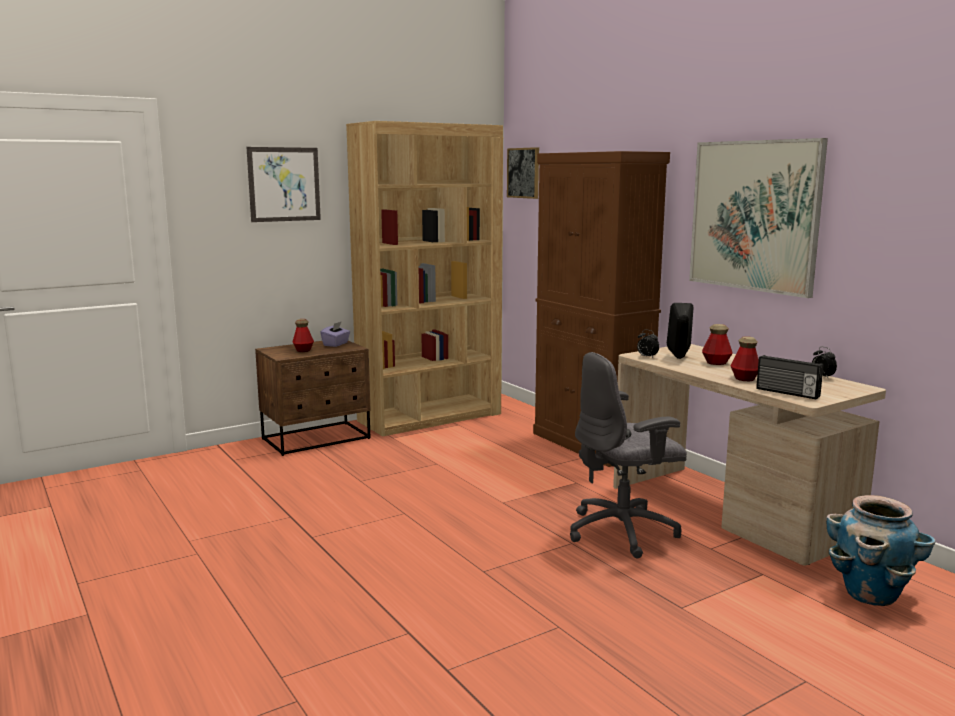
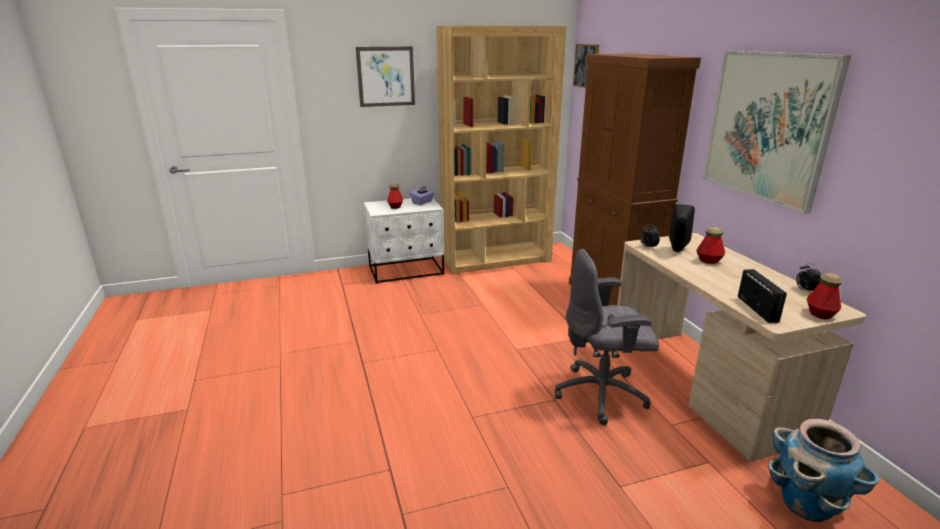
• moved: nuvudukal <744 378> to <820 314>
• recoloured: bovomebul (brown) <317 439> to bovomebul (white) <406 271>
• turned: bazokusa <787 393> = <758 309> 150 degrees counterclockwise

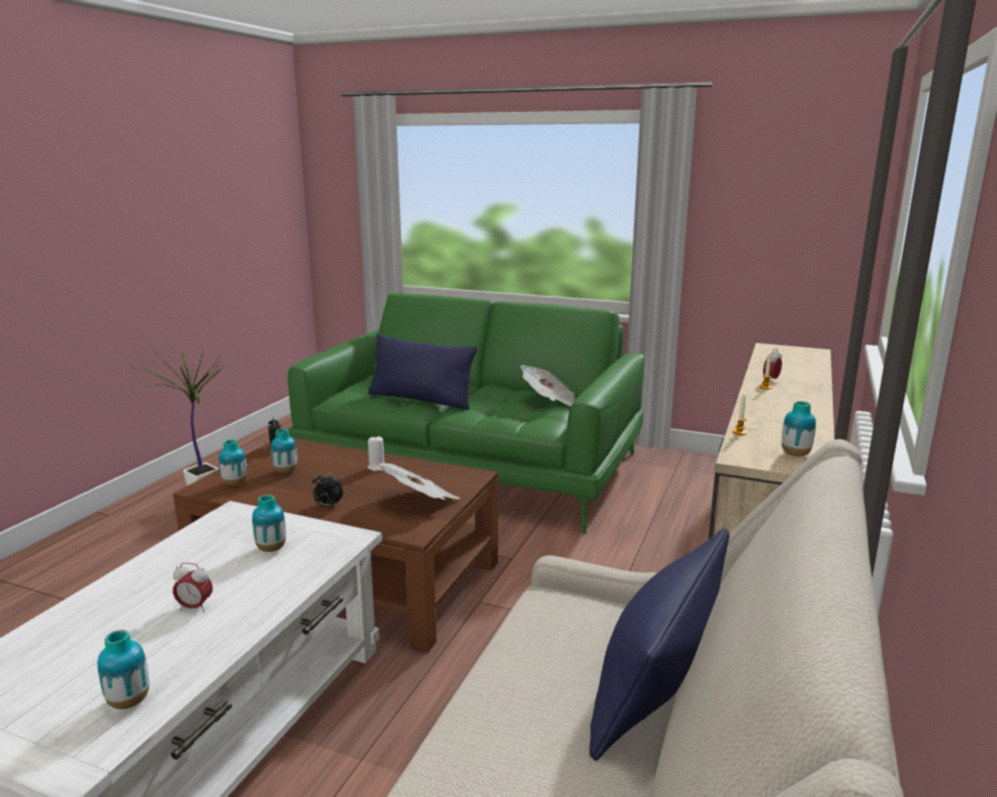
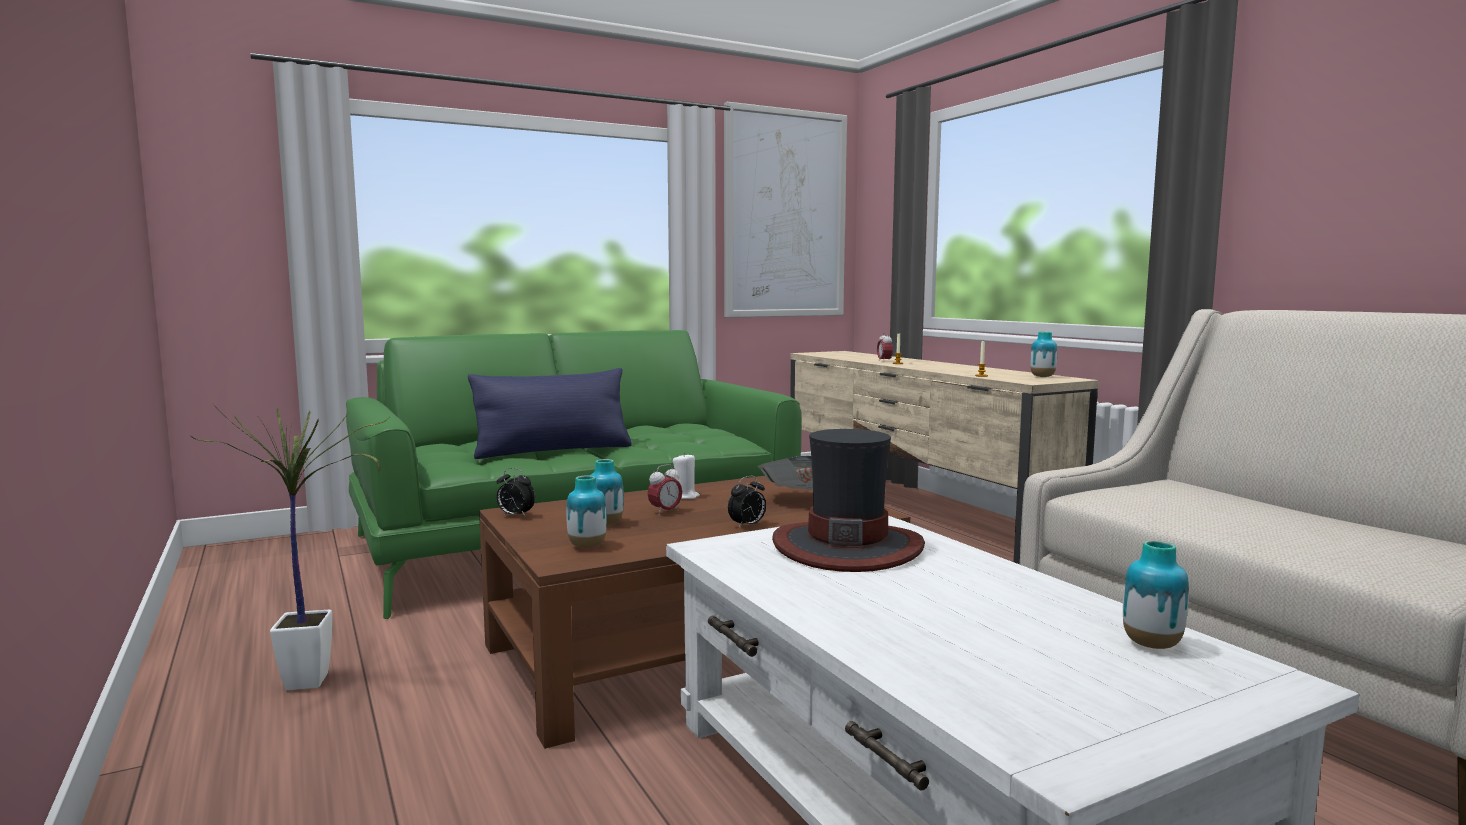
• removed: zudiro <549 401>
• removed: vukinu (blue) <657 684>
• added: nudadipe <785 214>
• moved: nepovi <195 607> to <665 512>
• replaced: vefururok <271 548> to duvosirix <847 547>

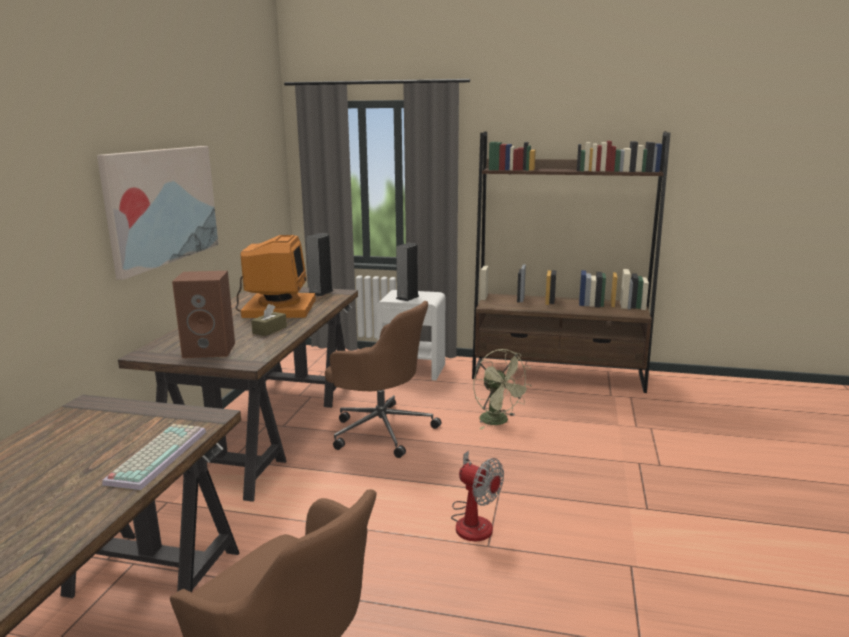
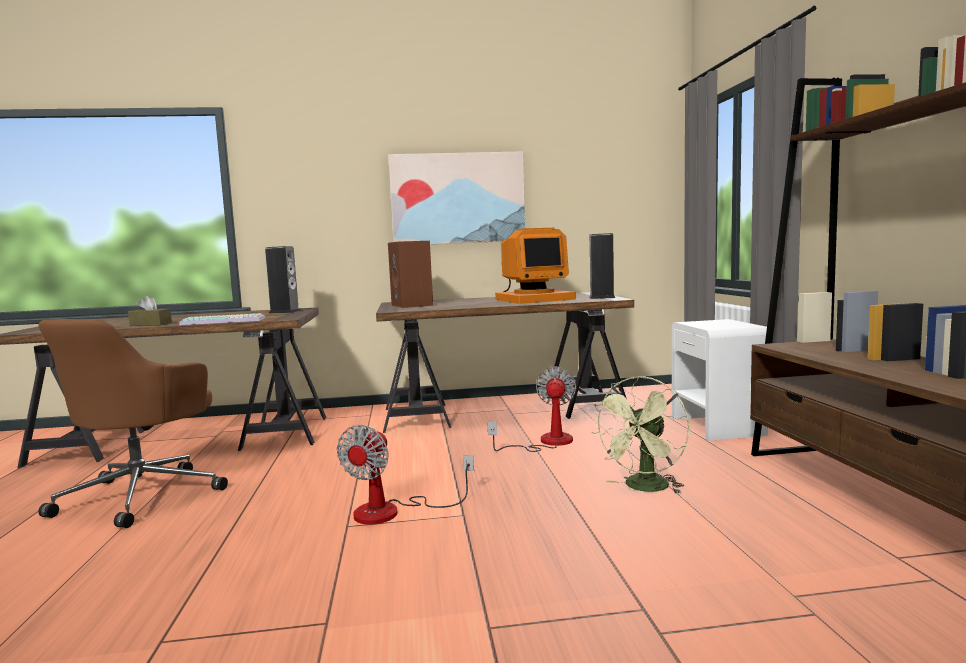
• moved: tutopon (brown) <269 330> to <151 324>
• moved: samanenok <407 297> to <284 312>
• replaced: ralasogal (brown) <381 430> to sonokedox <546 442>

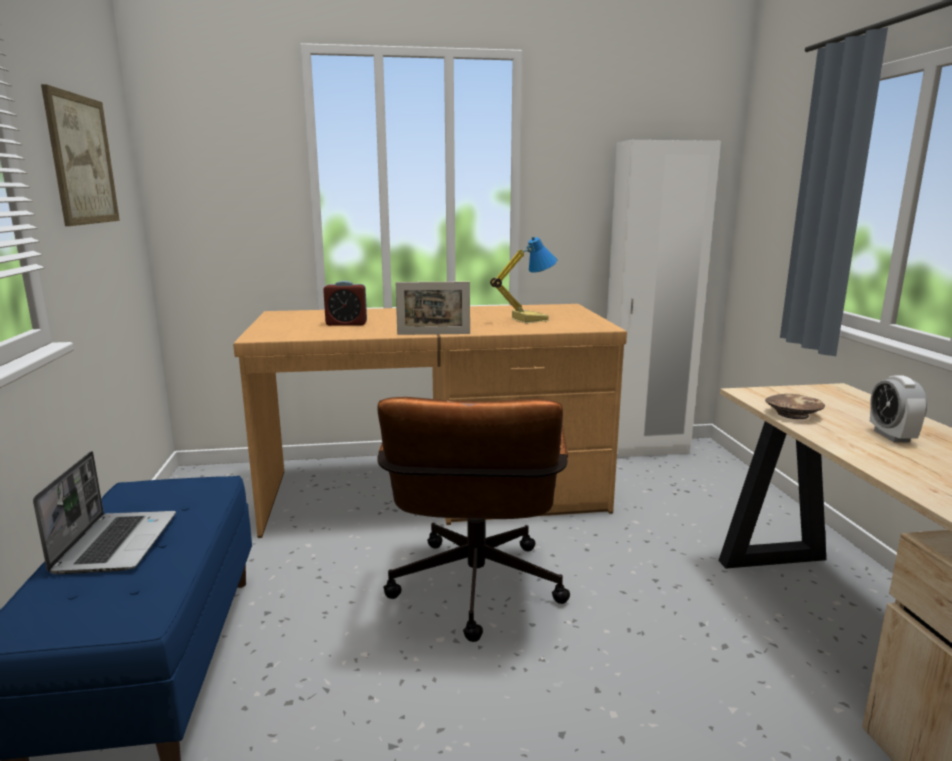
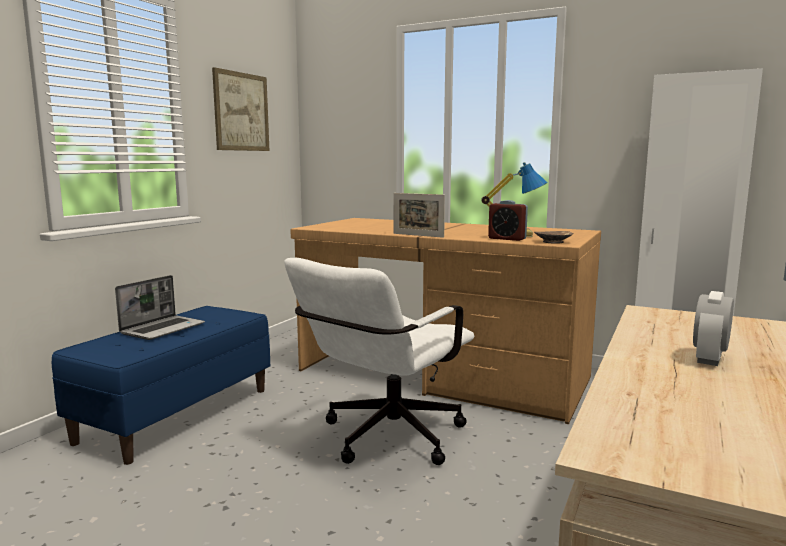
• moved: nepovi <346 324> to <507 238>
• moved: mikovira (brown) <793 414> to <553 242>
• recoloured: ralasogal (brown) <475 594> to ralasogal (white) <384 439>

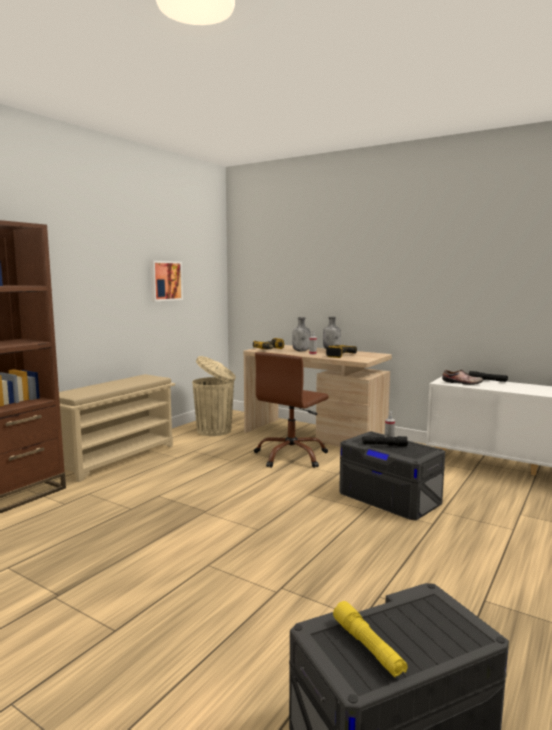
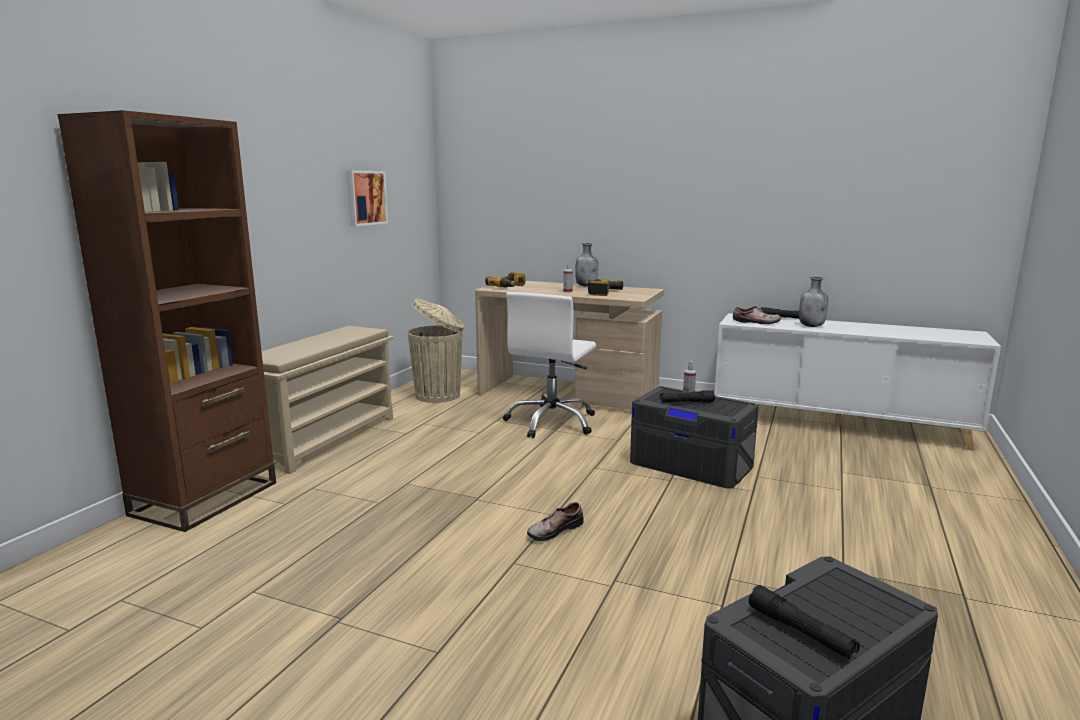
• added: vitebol <553 530>
• moved: nuvudukal (grey) <301 351> to <812 326>
• recoloured: ralasogal (brown) <291 456> to ralasogal (white) <552 422>
• recoloured: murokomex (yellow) <368 647> to murokomex (black) <800 632>

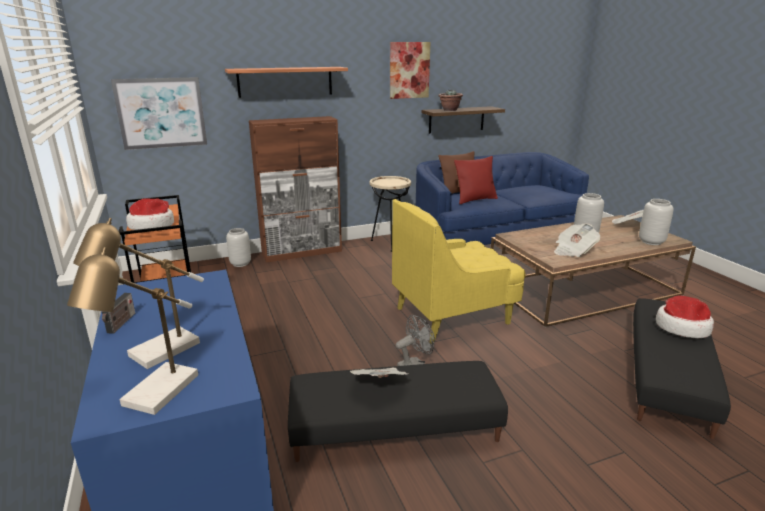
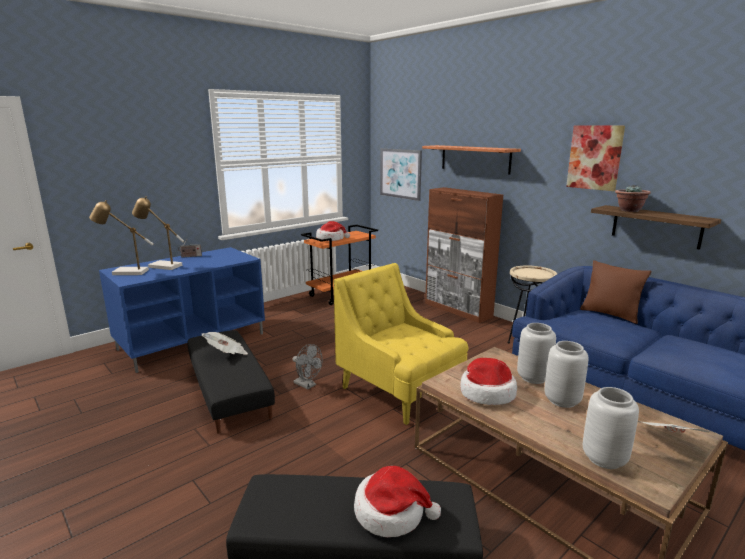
• removed: vukinu (red) <475 200>
• moved: vefururok (grey) <240 263> to <533 377>
• replaced: zudiro <573 251> to duvosirix <486 392>

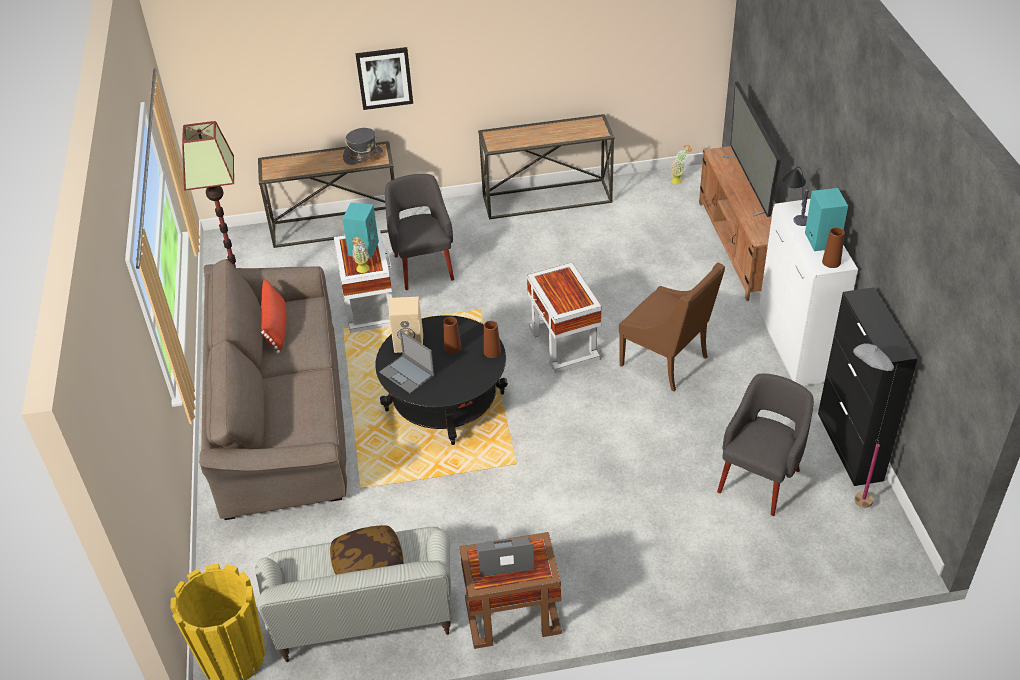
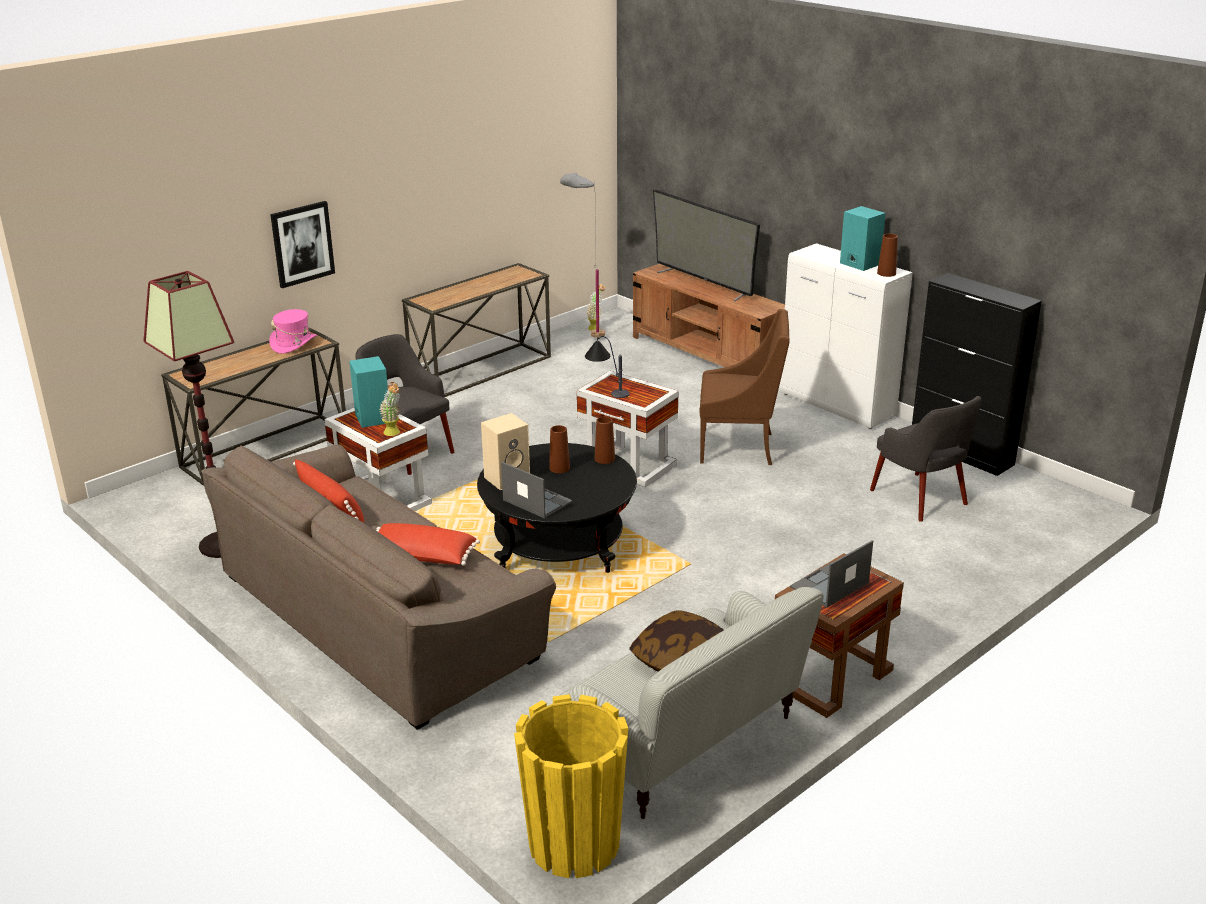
• added: vukinu (red) <420 558>
• moved: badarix <794 210> to <606 388>
• moved: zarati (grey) <847 498> to <584 339>
• recoloured: duvosirix (grey) <363 155> to duvosirix (pink) <294 343>
• turned: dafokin <407 374> = <536 501> 150 degrees counterclockwise
• turned: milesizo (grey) <760 479> = <920 498> 150 degrees clockwise

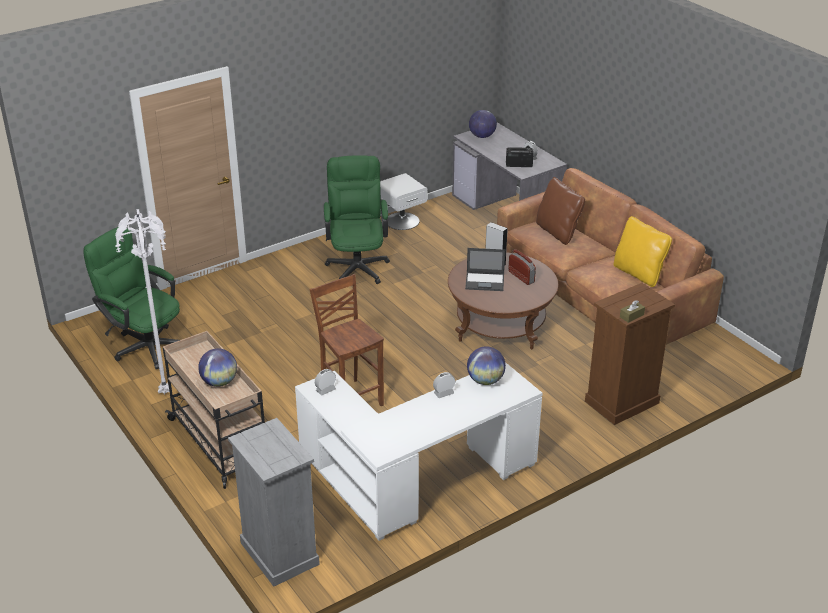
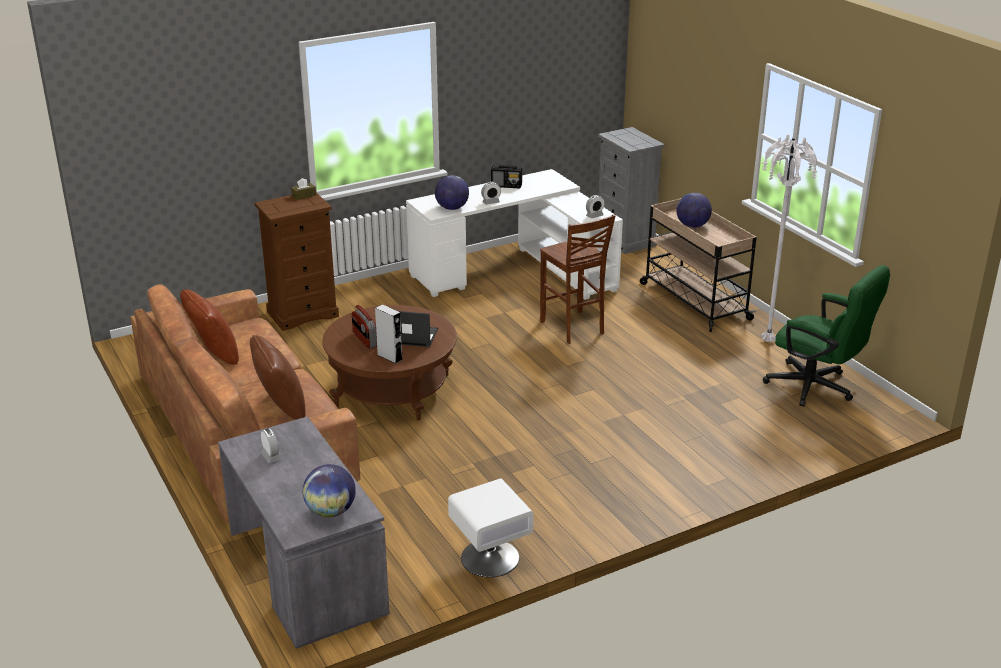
• removed: ralasogal (green) <357 265>
• moved: bazokusa <518 165> to <506 186>
• recoloured: vukinu (yellow) <639 273> to vukinu (brown) <213 355>

